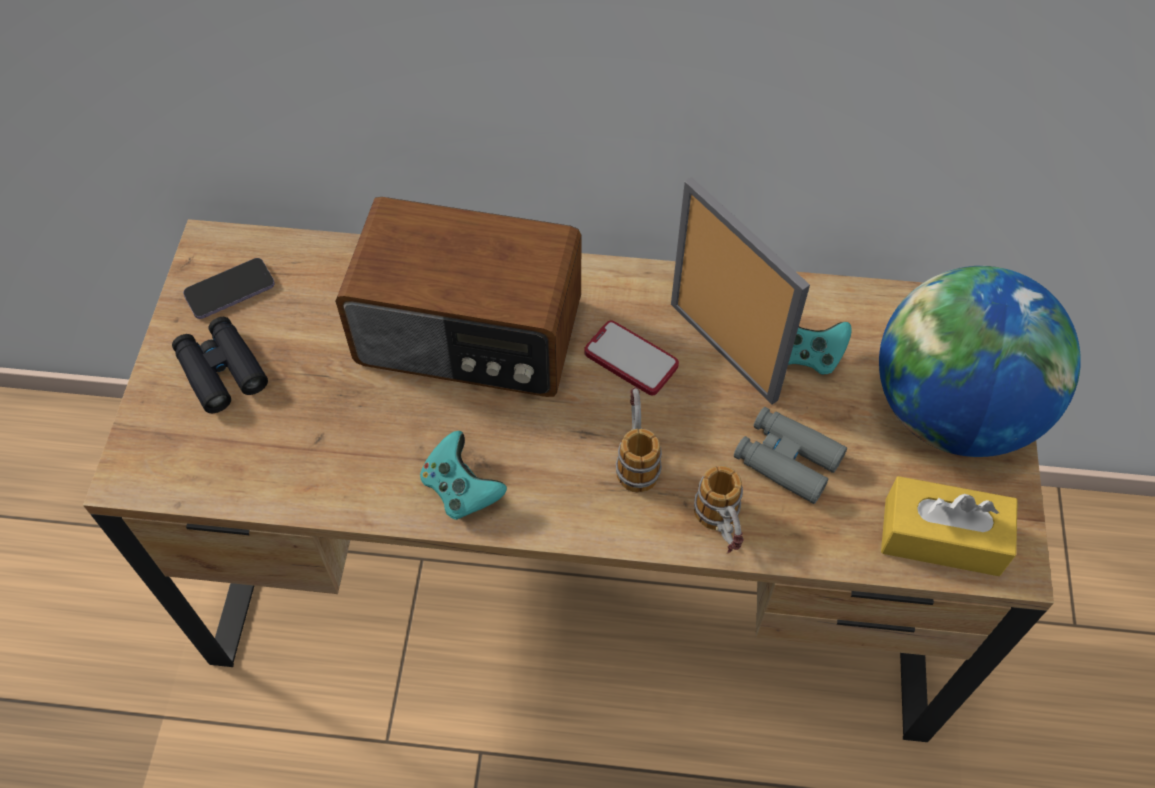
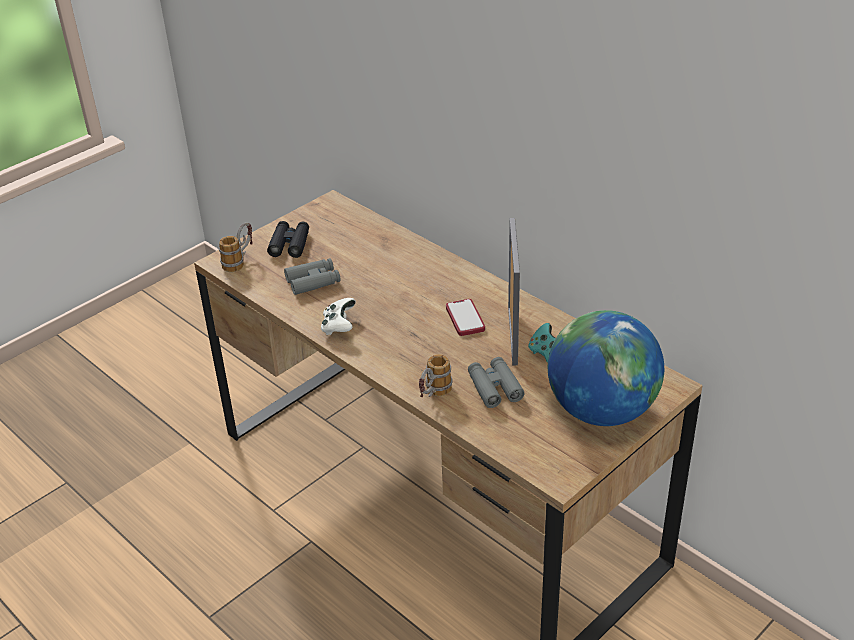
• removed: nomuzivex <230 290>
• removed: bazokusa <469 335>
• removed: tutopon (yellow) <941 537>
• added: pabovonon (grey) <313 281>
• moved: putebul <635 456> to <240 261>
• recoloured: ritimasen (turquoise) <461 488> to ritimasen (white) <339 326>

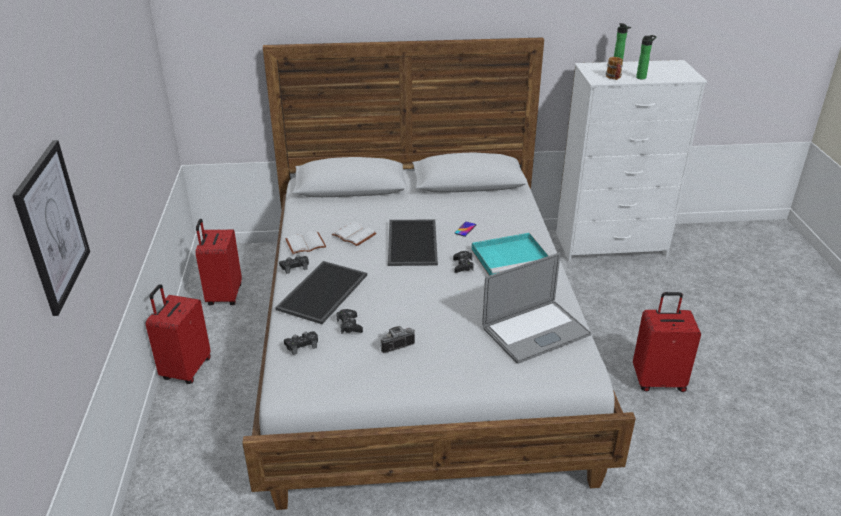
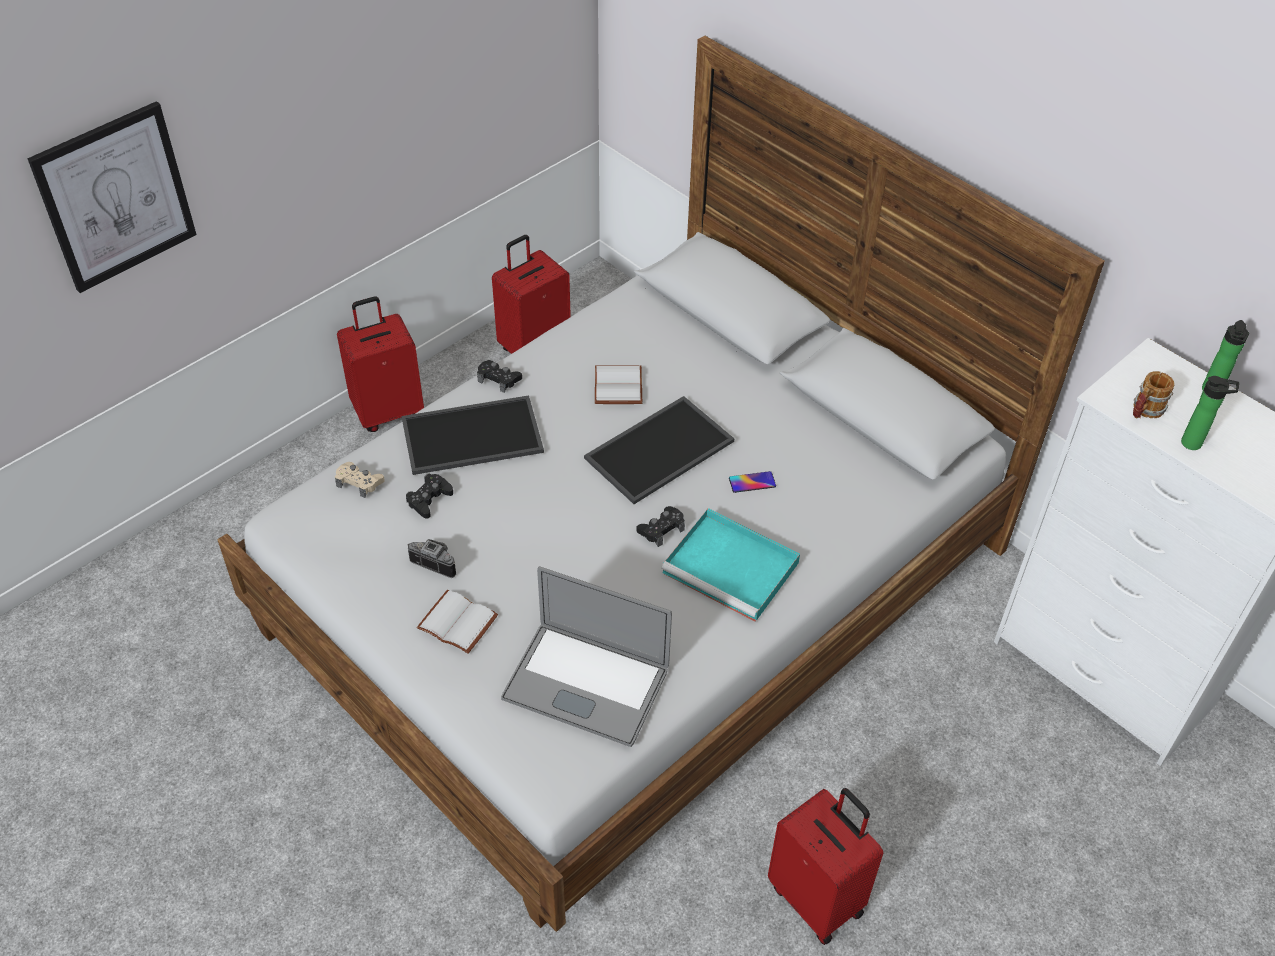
• moved: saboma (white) <306 243> to <459 622>
• recoloured: ritimasen (black) <302 345> to ritimasen (beige) <359 482>

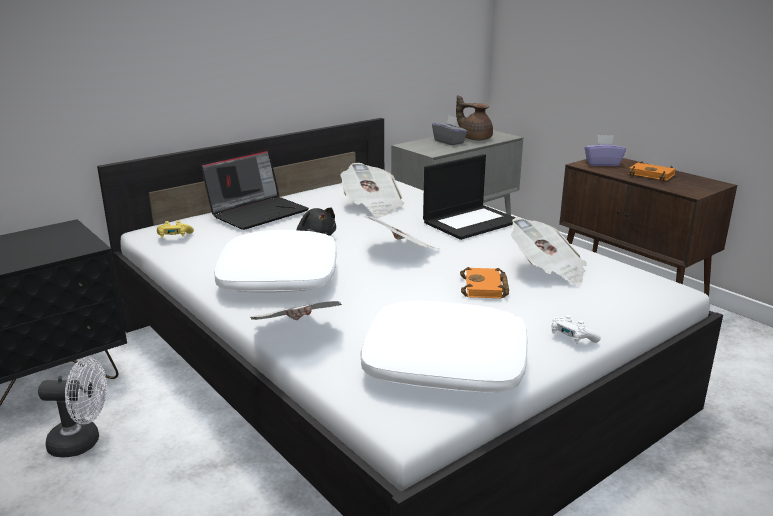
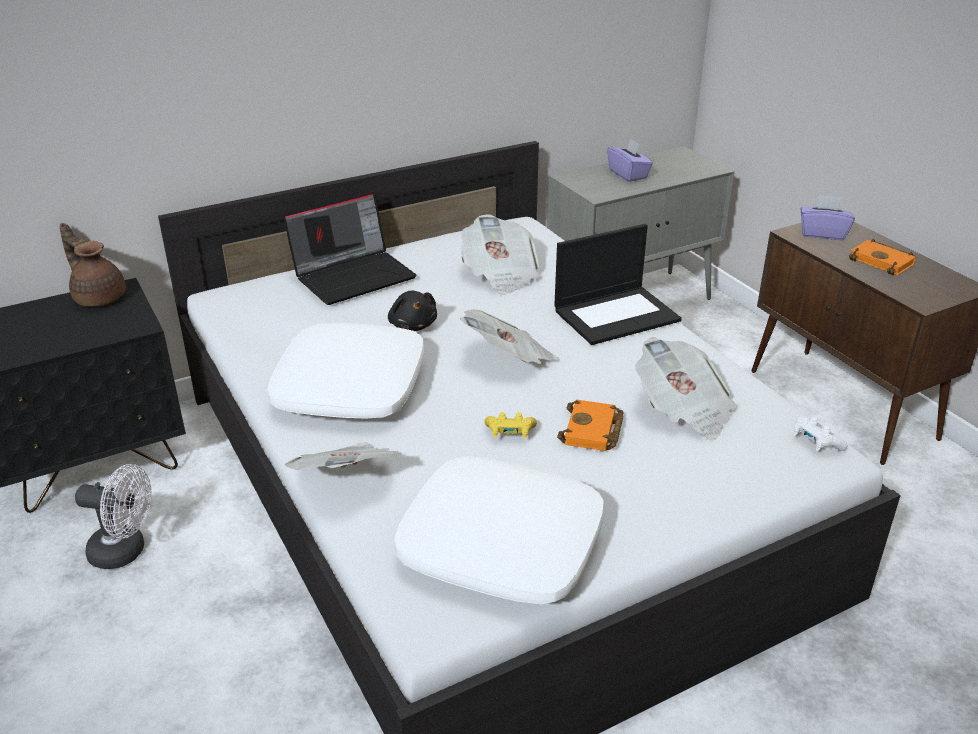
• moved: ritimasen (yellow) <174 237> to <510 433>
• moved: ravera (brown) <475 138> to <99 297>
• moved: ritimasen (white) <572 338> to <815 442>
• recoloured: tutopon (grey) <449 142> to tutopon (purple) <628 174>

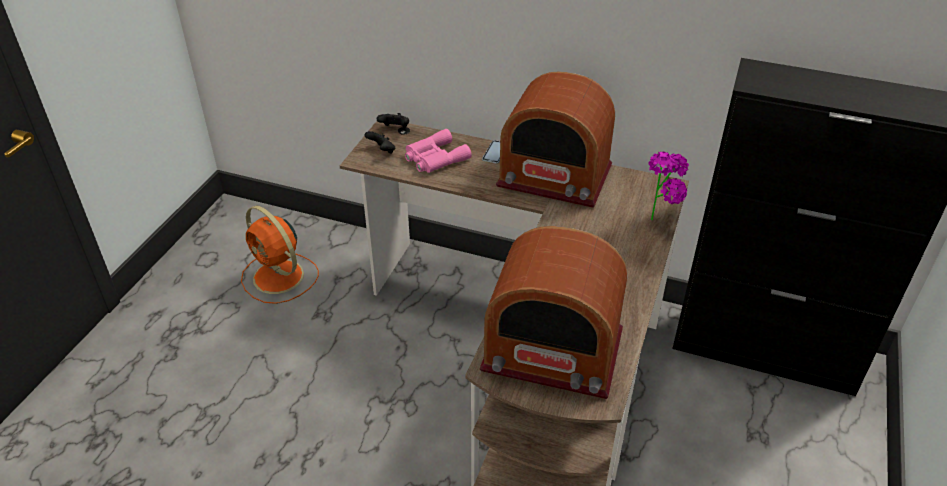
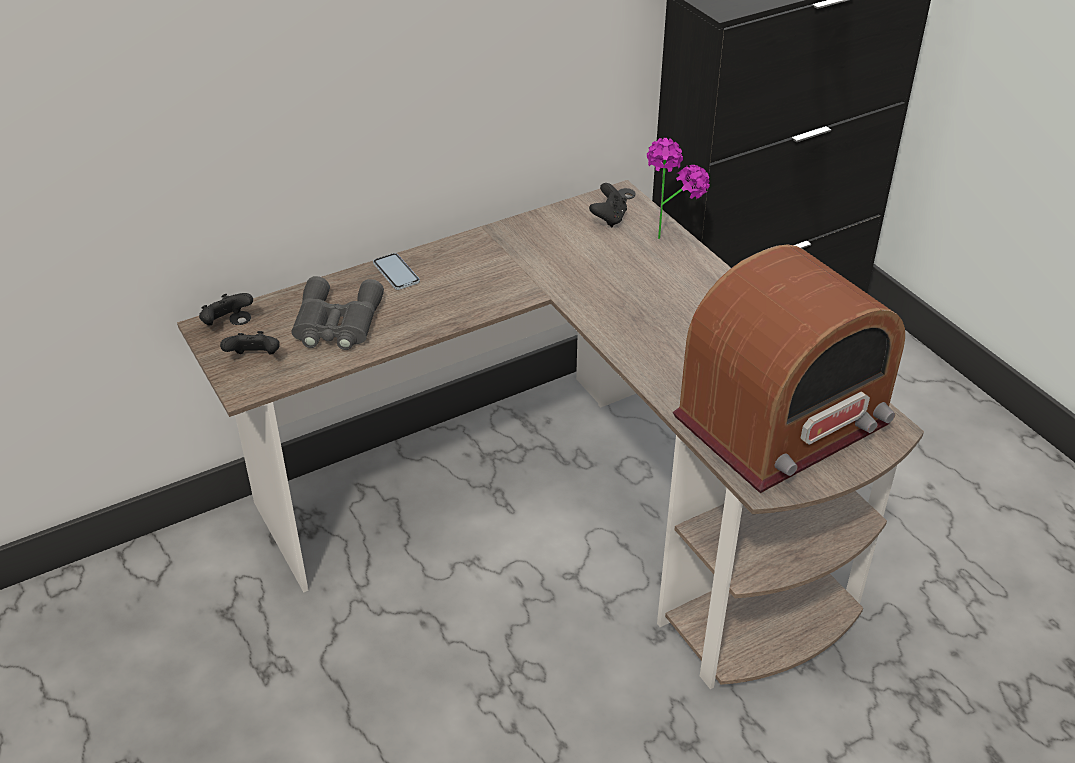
• removed: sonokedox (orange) <280 278>
• removed: bazokusa <554 176>
• added: ritimasen (black) <609 218>
• recoloured: pabovonon (pink) <434 158> to pabovonon (grey) <336 324>

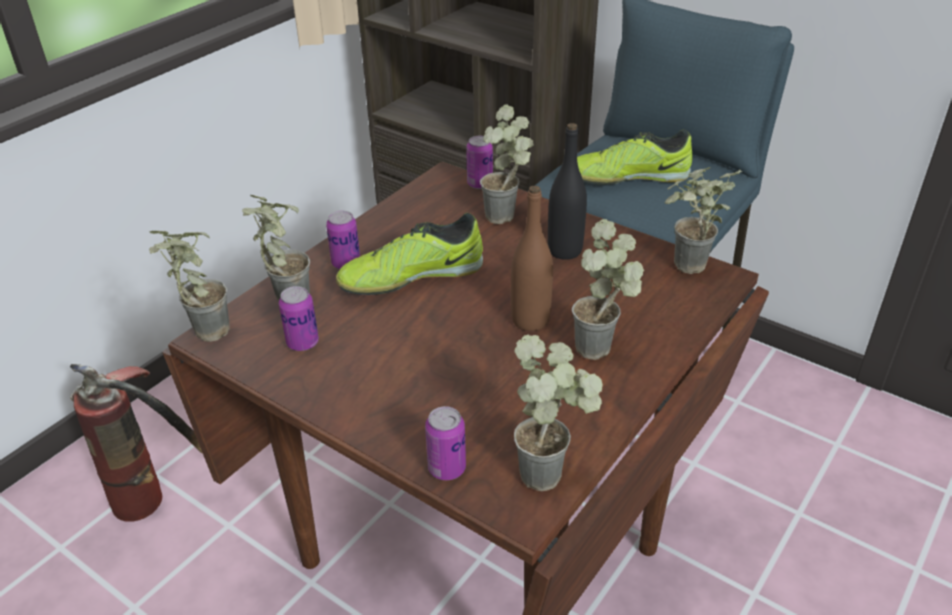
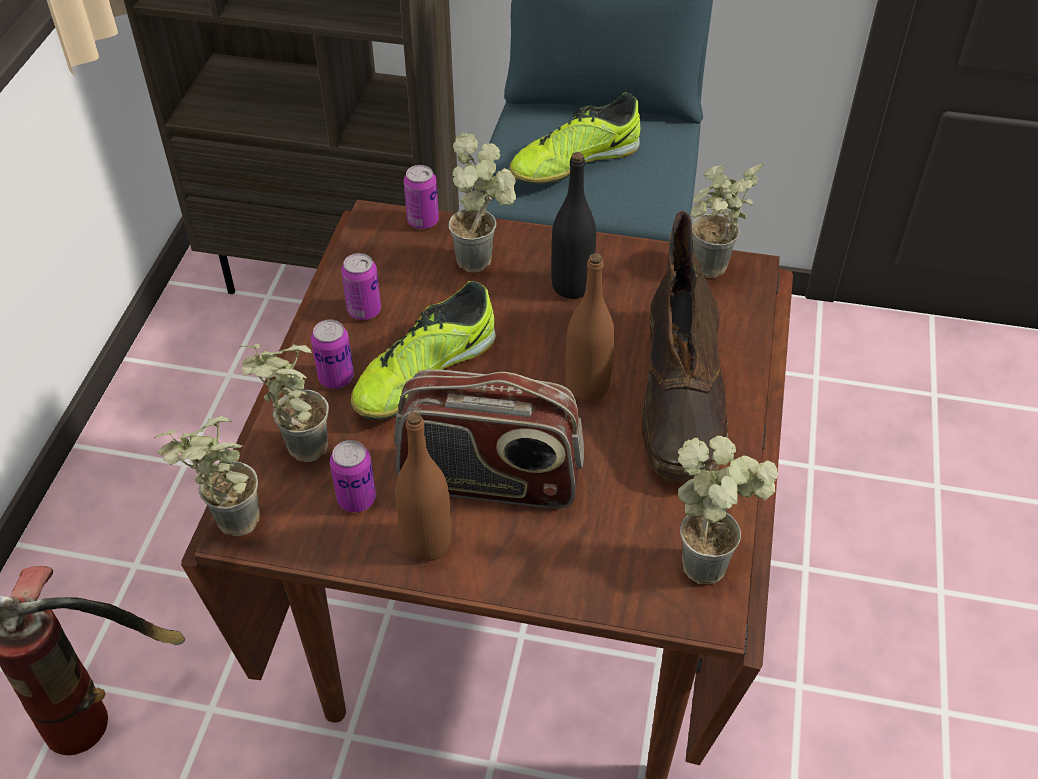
• added: bazokusa <489 480>
• added: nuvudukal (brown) <427 543>
• moved: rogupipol <447 468> to <364 310>
• replaced: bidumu <604 350> to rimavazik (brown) <682 400>

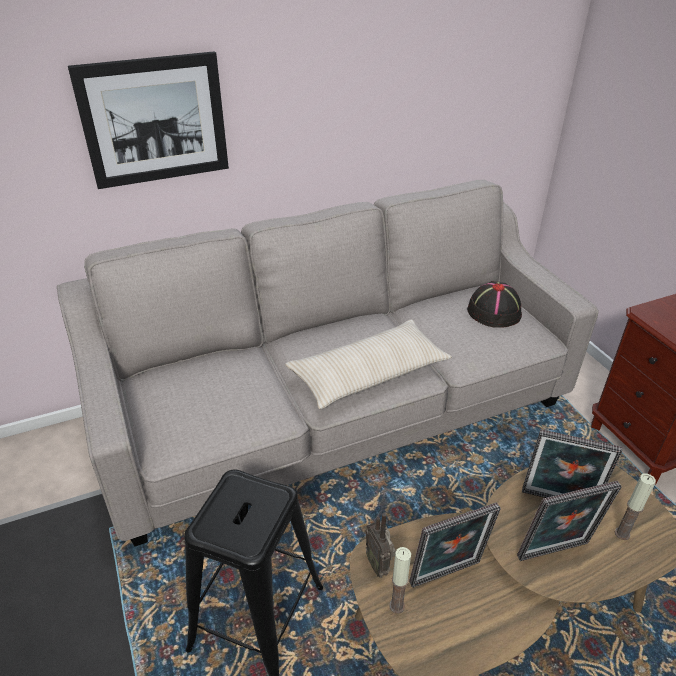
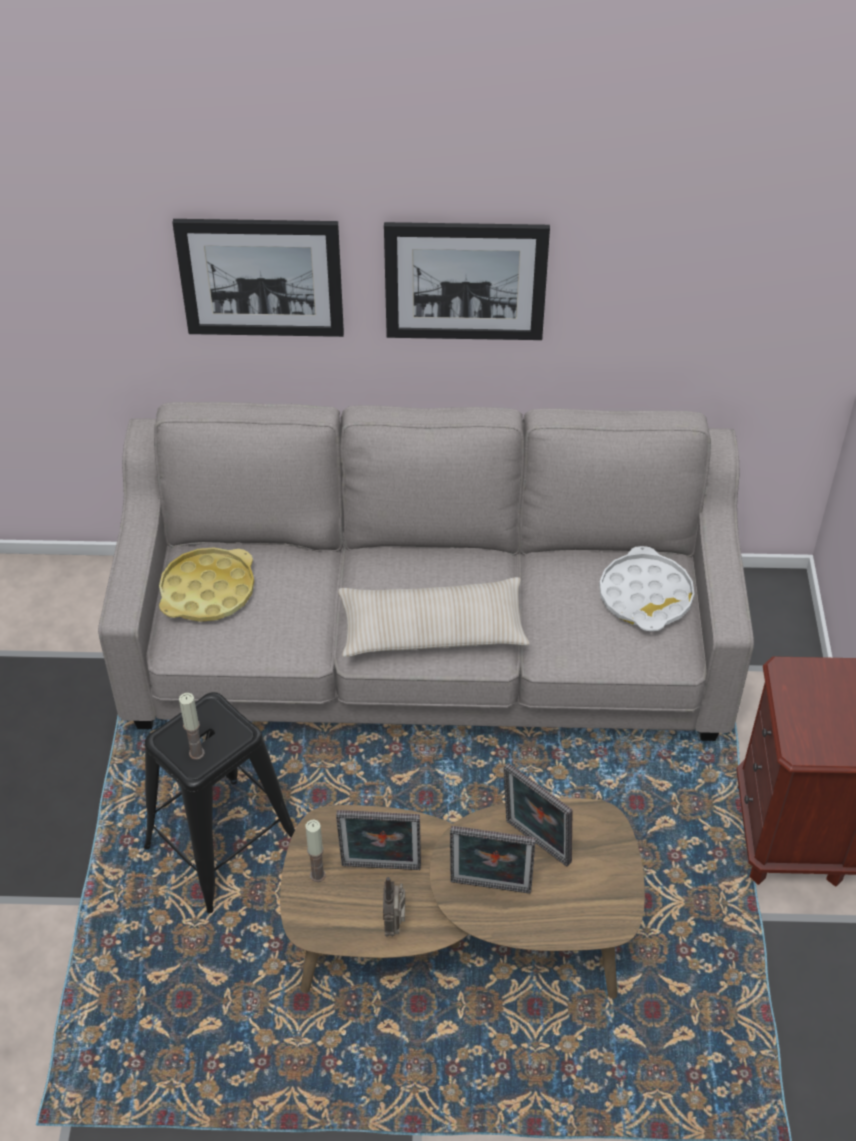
• added: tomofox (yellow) <207 591>
• added: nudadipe <465 281>
• moved: bazokusa <379 564> to <394 924>
• moved: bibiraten <622 533> to <196 753>
• replaced: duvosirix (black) <494 311> to tomofox (white) <645 596>

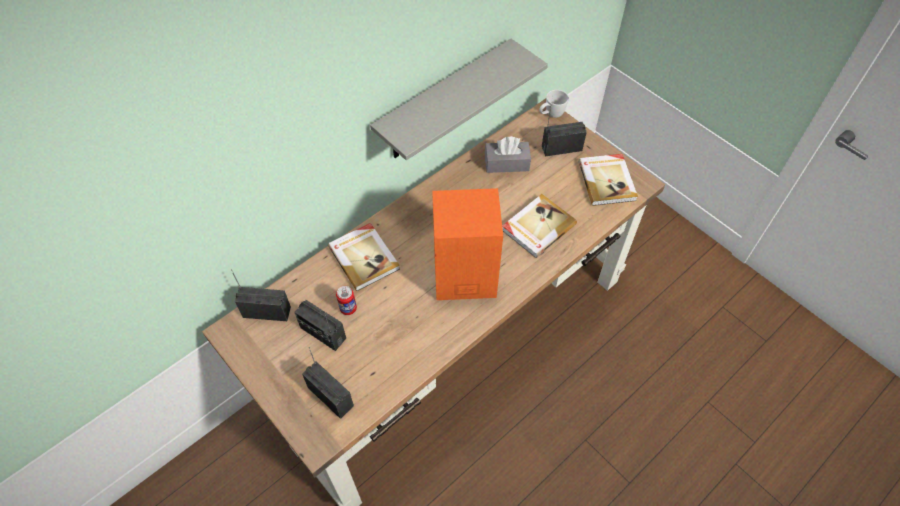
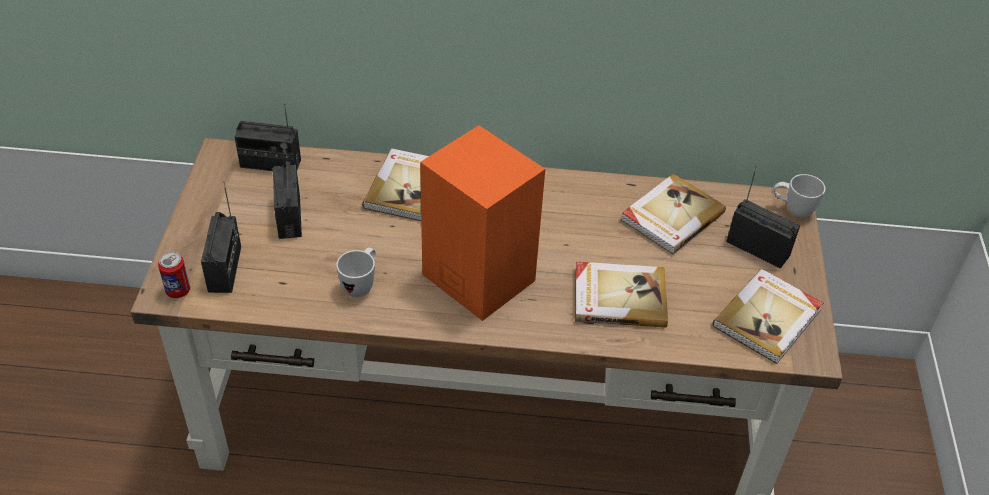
• removed: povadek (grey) <444 102>
• added: putebul (white) <361 284>
• moved: rogupipol <348 308> to <178 291>
• replaced: tutopon (grey) <506 163> to saboma <671 216>
• turned: bazokusa <267 312> = <270 164> 135 degrees clockwise

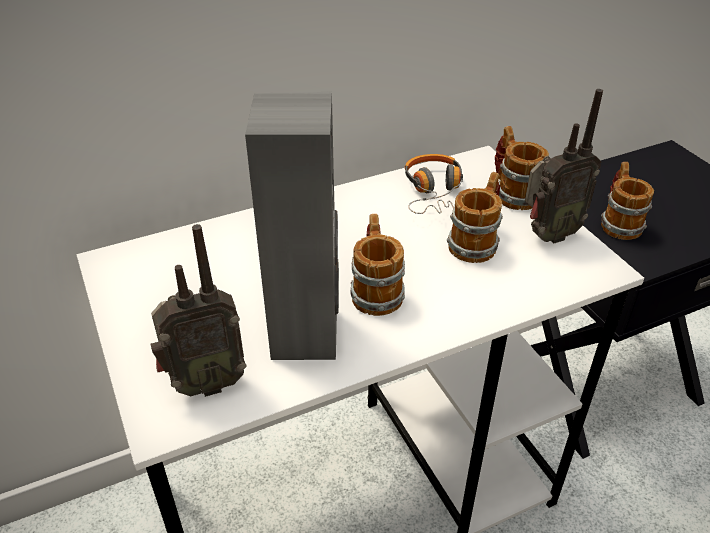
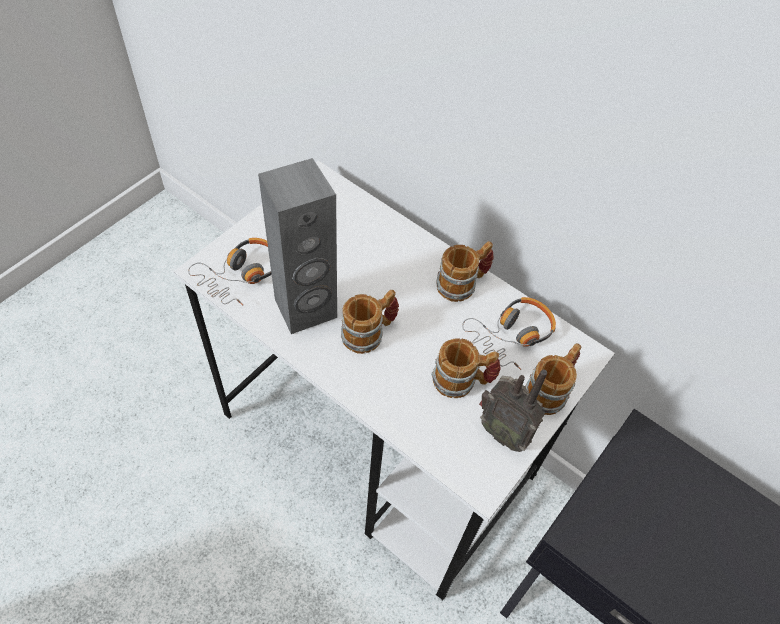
• moved: putebul <618 222> to <462 284>
• replaced: bazokusa <205 383> to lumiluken <241 275>

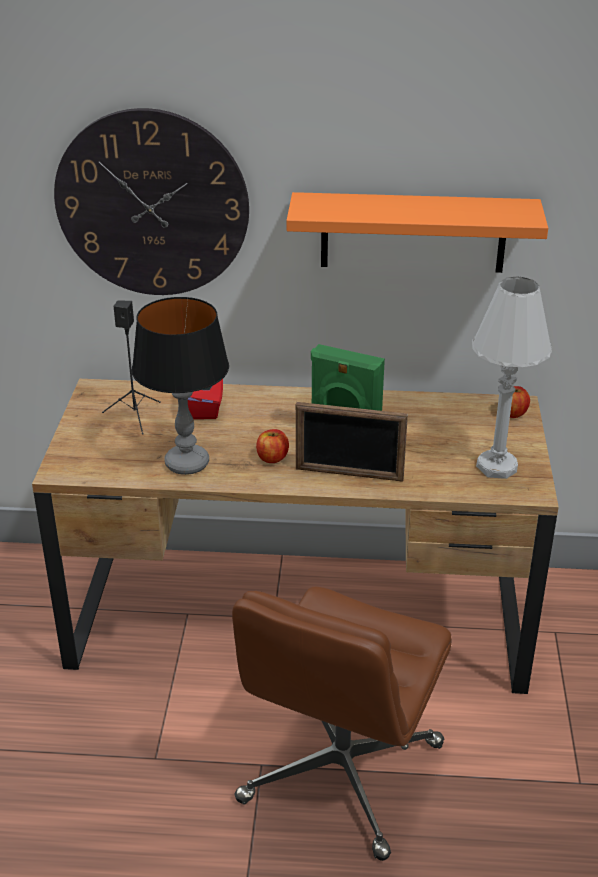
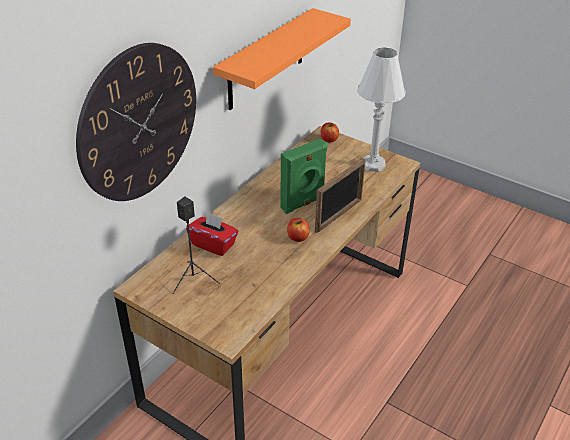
• removed: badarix <186 463>
• removed: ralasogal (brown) <341 774>

